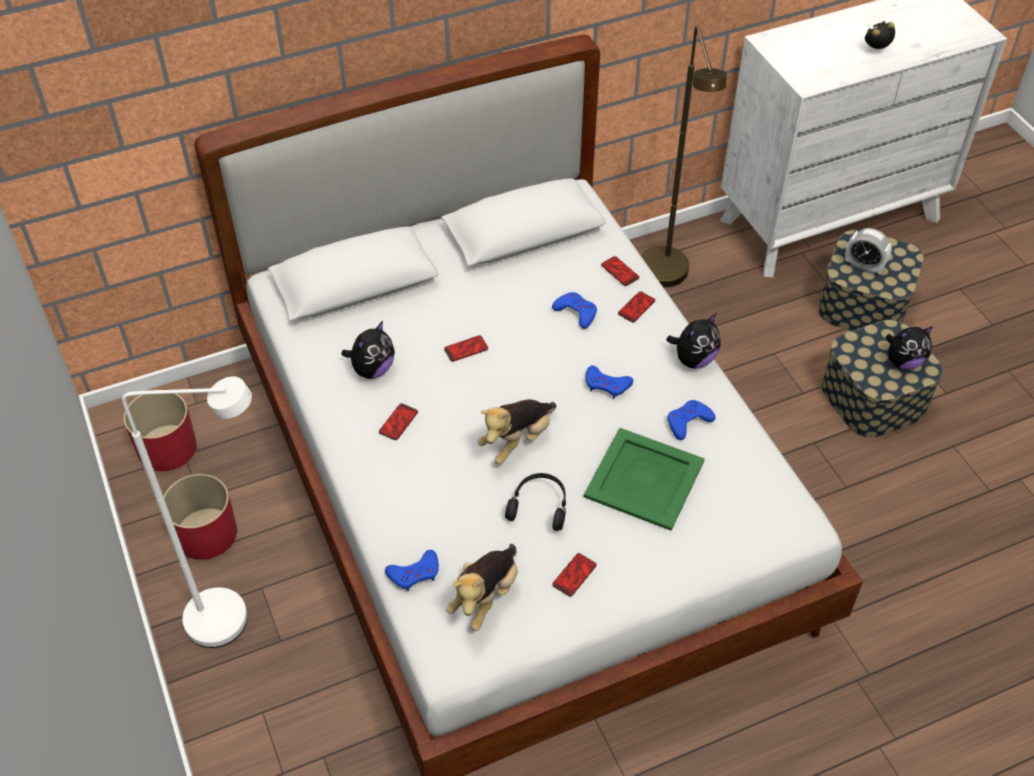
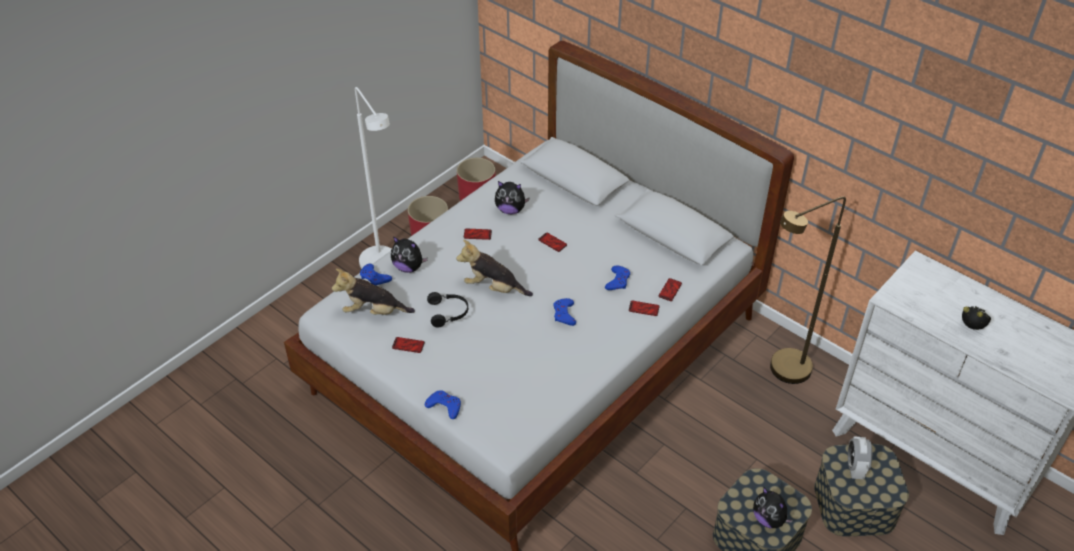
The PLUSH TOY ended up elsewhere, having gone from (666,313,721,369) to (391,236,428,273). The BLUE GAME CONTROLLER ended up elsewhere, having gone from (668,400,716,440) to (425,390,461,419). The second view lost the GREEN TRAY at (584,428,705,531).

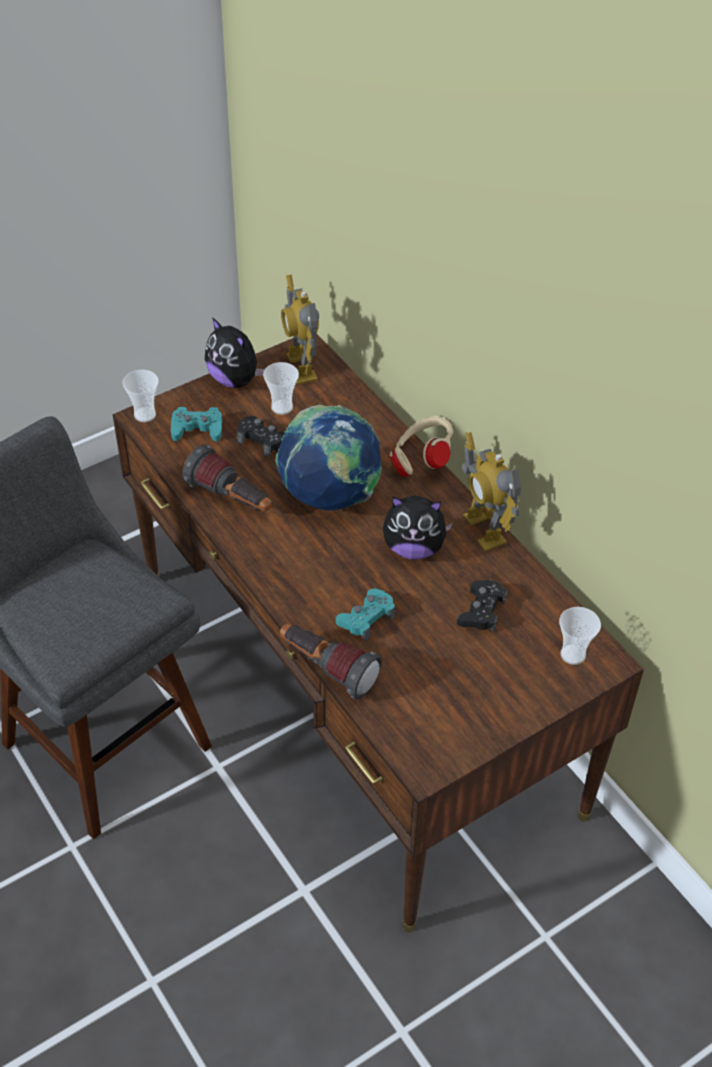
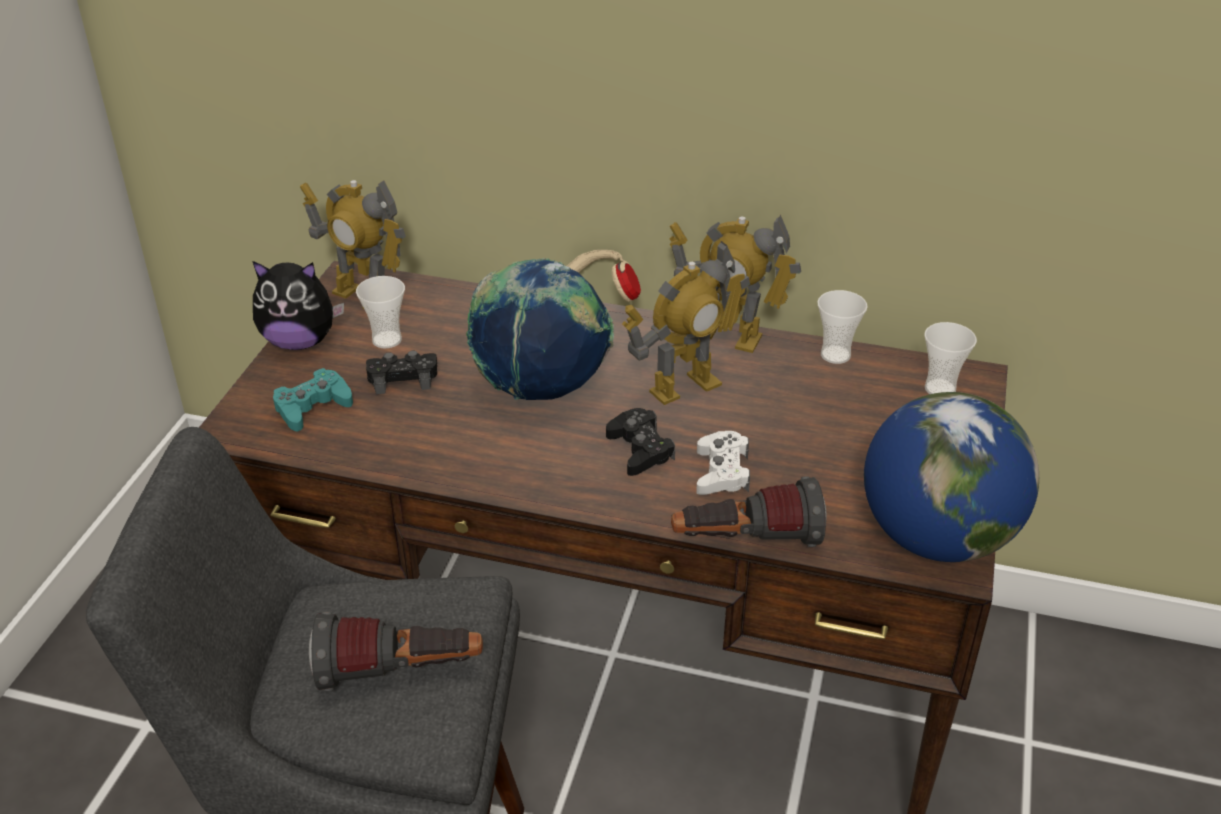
The CUP ended up elsewhere, having gone from (122,370,159,422) to (817,290,868,364). The FLASHLIGHT ended up elsewhere, having gone from (182,445,272,512) to (309,611,483,691). Where the PLUSH TOY stood at (383,496,453,560), the TOY ROBOT came to stand at (622,241,750,405). The BLACK GAME CONTROLLER ended up elsewhere, having gone from (457,580,507,632) to (606,408,675,476). What was the TURQUOISE GAME CONTROLLER at (336,588,395,641) turned into the WHITE GAME CONTROLLER at (696,431,750,495). The second view gained the GLOBE at (864,392,1039,562).

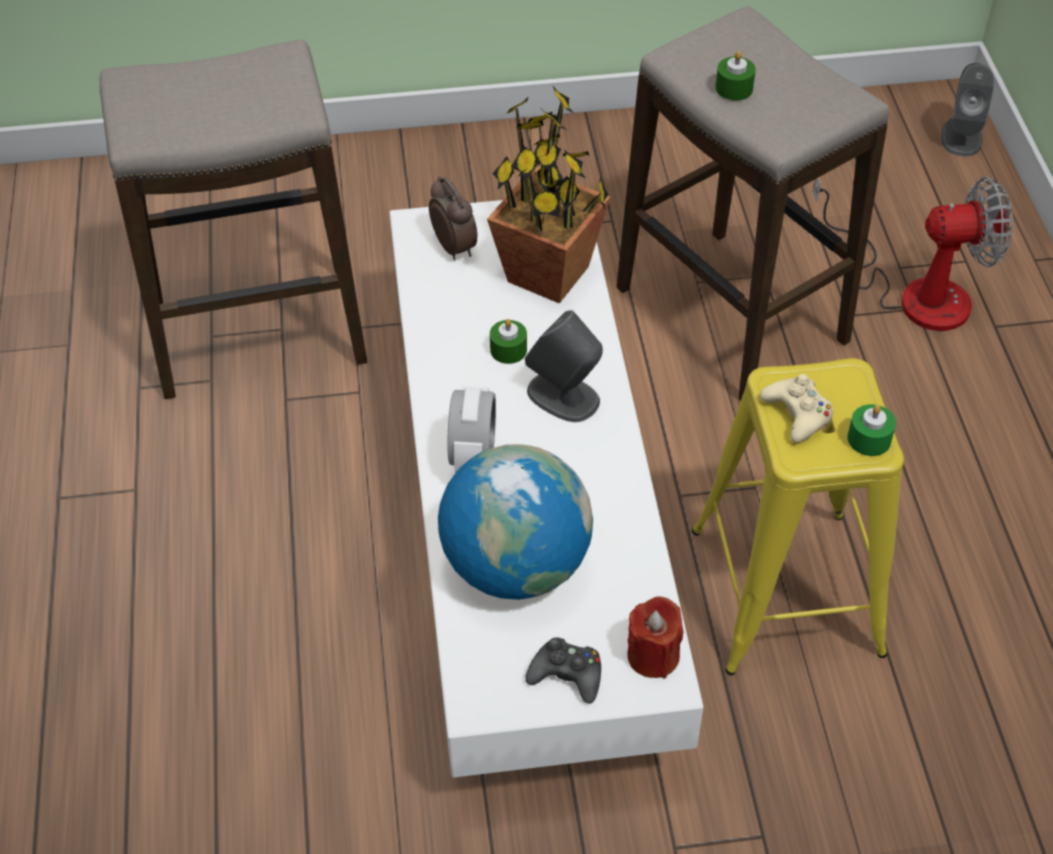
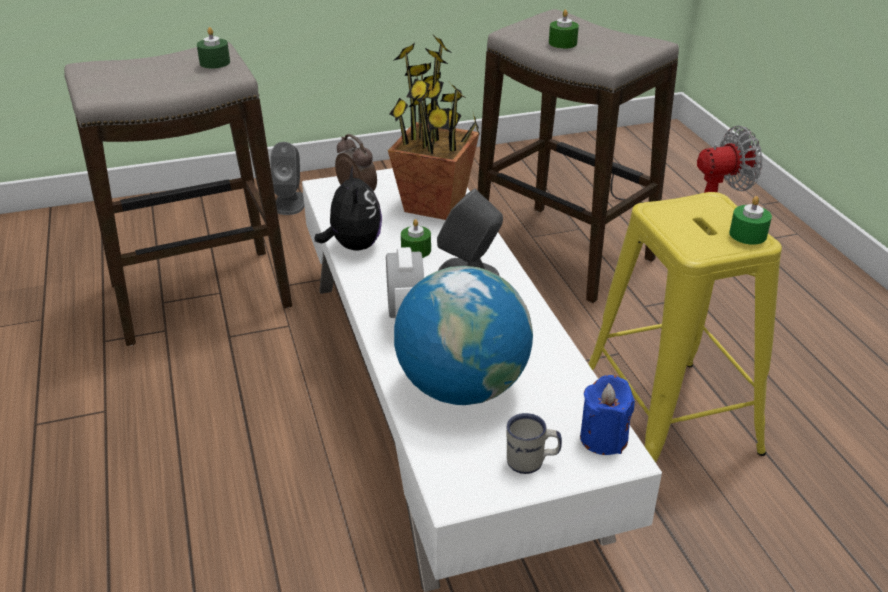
The GREY SPEAKER ended up elsewhere, having gone from (941,63,994,156) to (270,142,304,215). The second view lost the BEIGE GAME CONTROLLER at (760,374,833,443). What was the RED CANDLE at (627,596,684,678) turned into the BLUE CANDLE at (580,375,635,455). Where the BLACK GAME CONTROLLER stood at (525,637,601,704), the WHITE MUG came to stand at (507,413,562,474). The second view gained the GREEN CANDLE at (197,27,230,68). The second view gained the PLUSH TOY at (315,165,382,251).

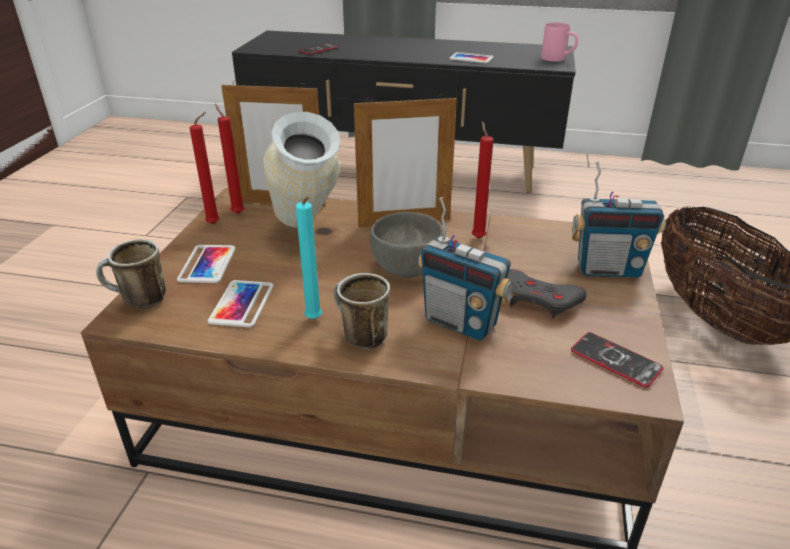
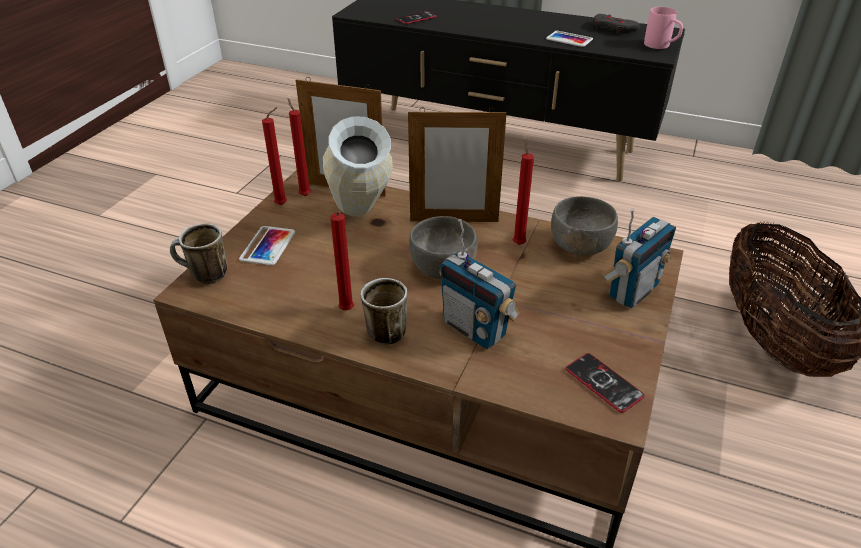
The RADIO at (572,161,666,278) ended up facing another way, 60 degrees counterclockwise from before. What was the TURQUOISE CANDLE at (296,197,322,319) turned into the RED CANDLE at (330,211,354,310). The GREY GAME CONTROLLER ended up elsewhere, having gone from (507,269,587,318) to (594,14,640,35). The second view lost the PHONE at (208,280,274,327). The second view gained the GREY BOWL at (551,196,618,256).

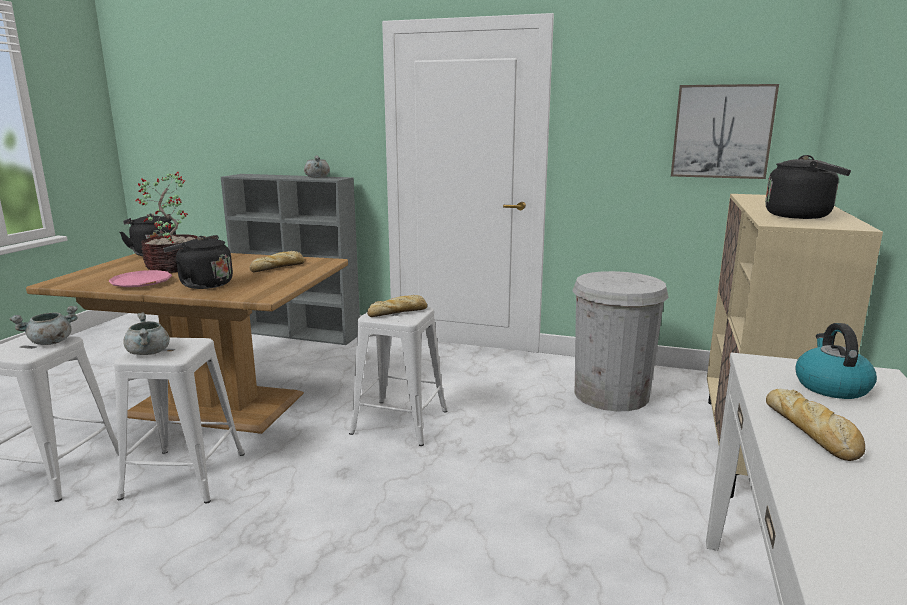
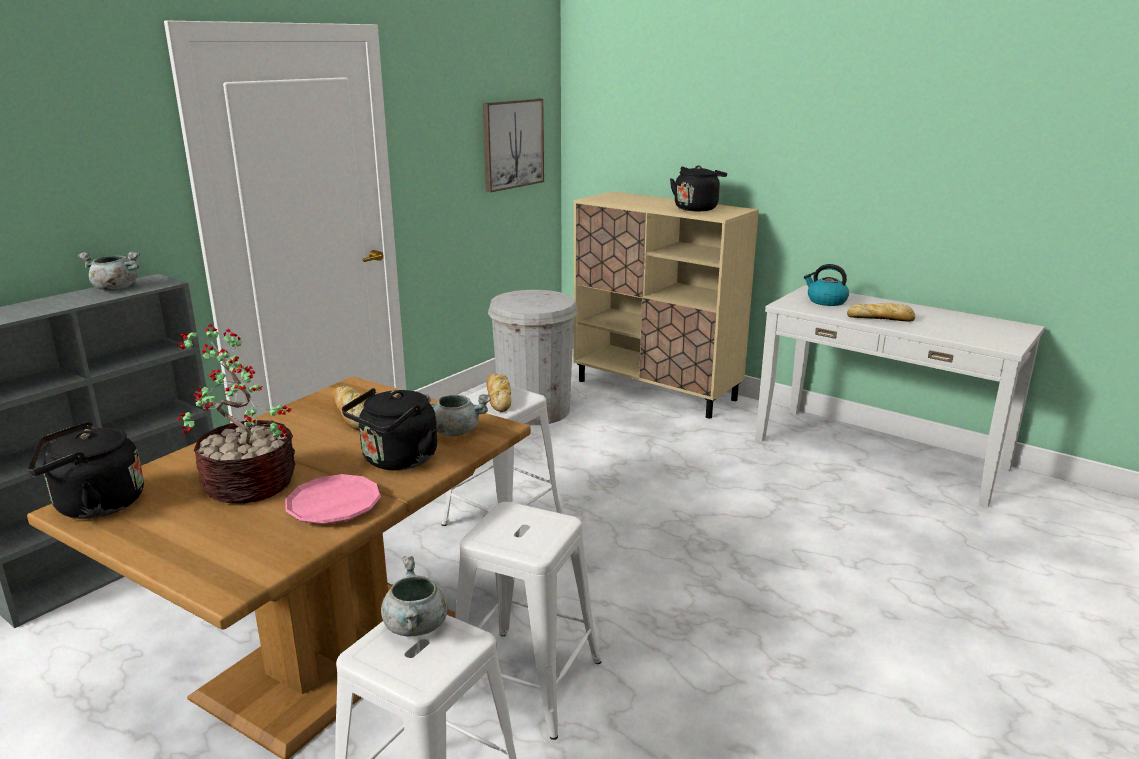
The GREY COOKING POT ended up elsewhere, having gone from (123,313,170,355) to (424,394,491,436).

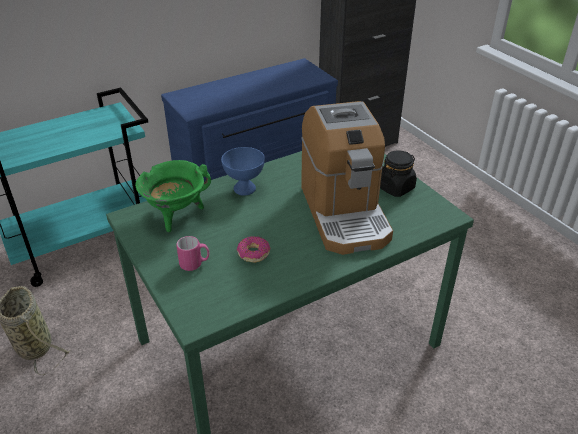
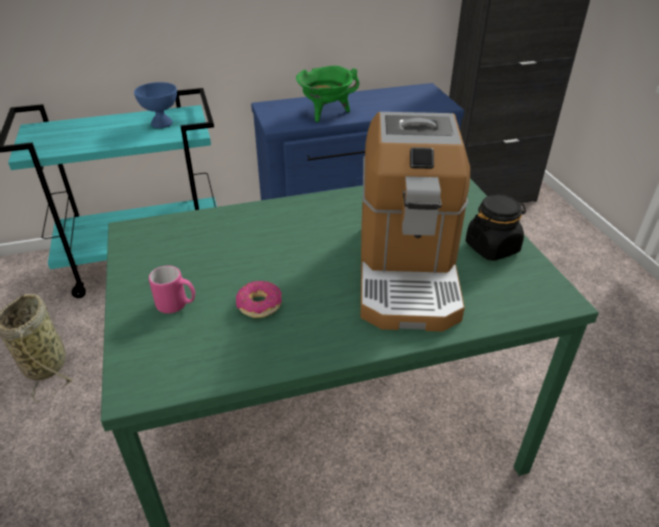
The BLUE BOWL ended up elsewhere, having gone from (221,147,265,196) to (134,82,177,128). The GREEN COOKING POT ended up elsewhere, having gone from (135,160,211,232) to (296,66,359,122).

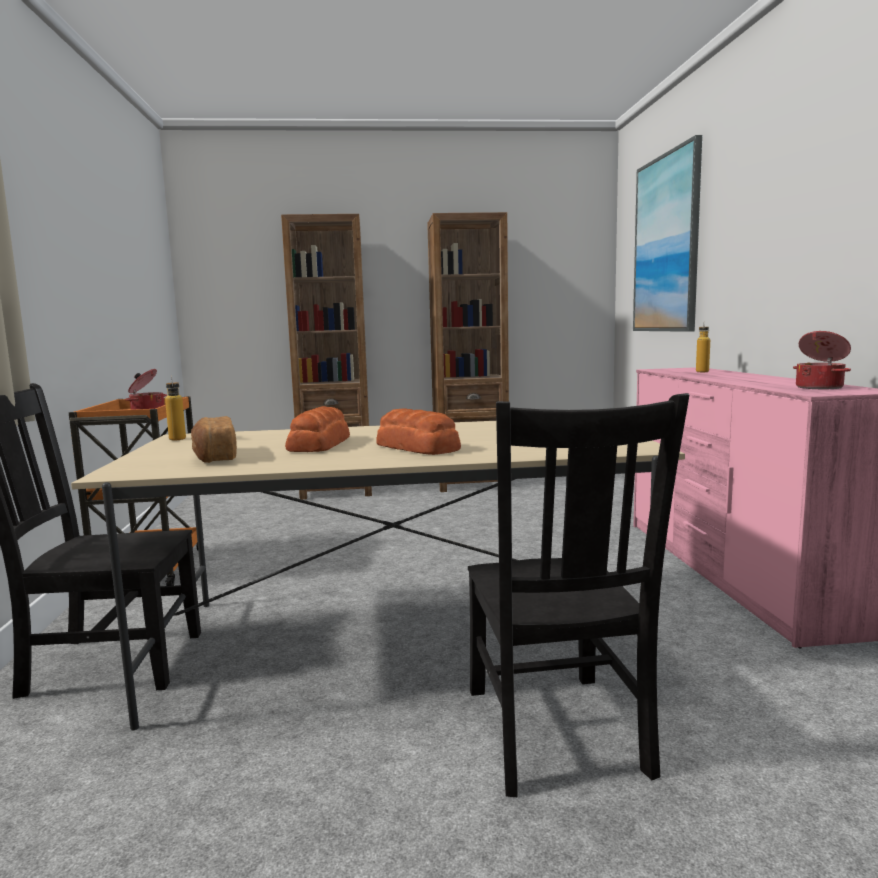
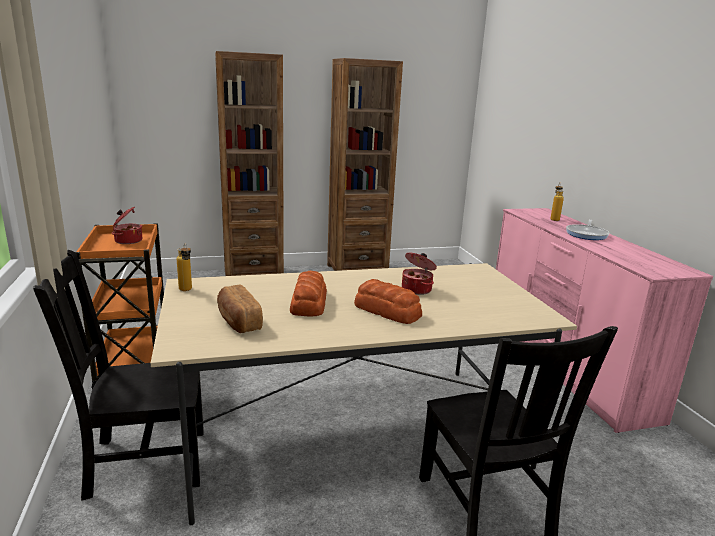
The second view lost the PICTURE at (633,135,702,332). The COOKING POT ended up elsewhere, having gone from (793,331,851,389) to (402,253,437,295). The second view gained the FRYING PAN at (566,220,610,240).

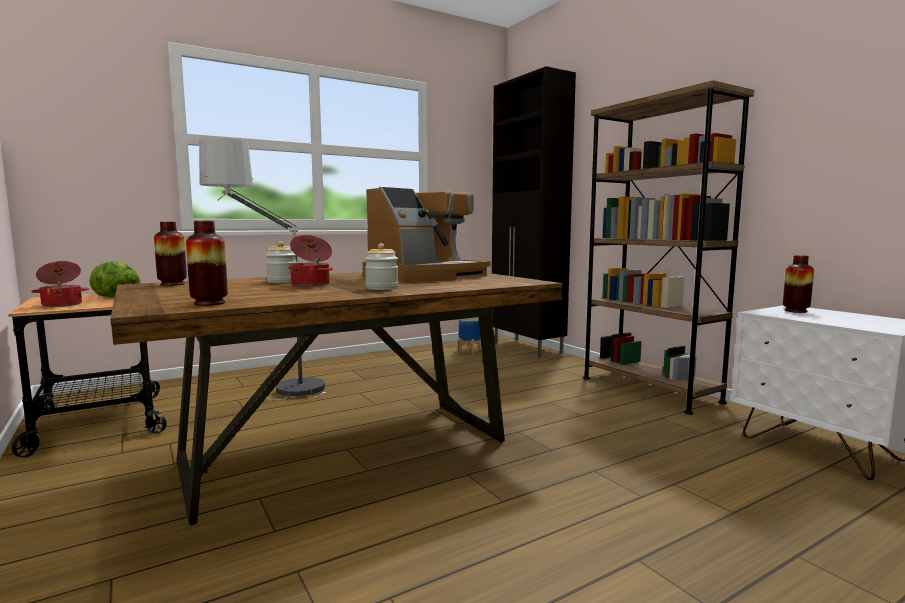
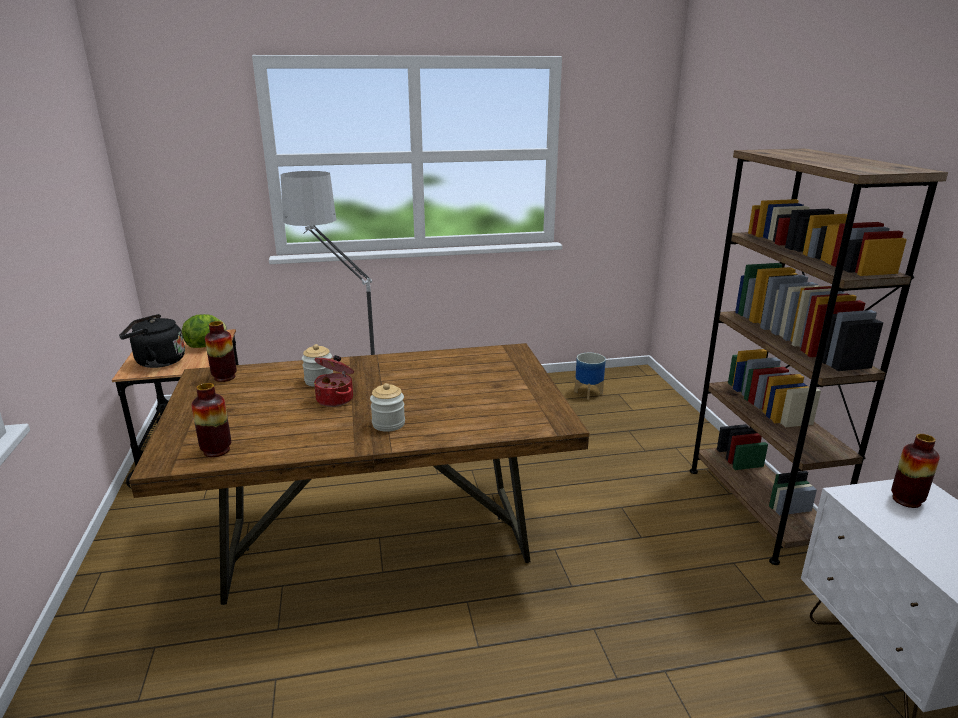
The second view lost the BLACK CABINET at (492,66,576,358). The second view lost the COFFEE MACHINE at (363,187,490,282). Where the COOKING POT stood at (31,261,89,307), the BLACK KETTLE came to stand at (119,314,185,368).

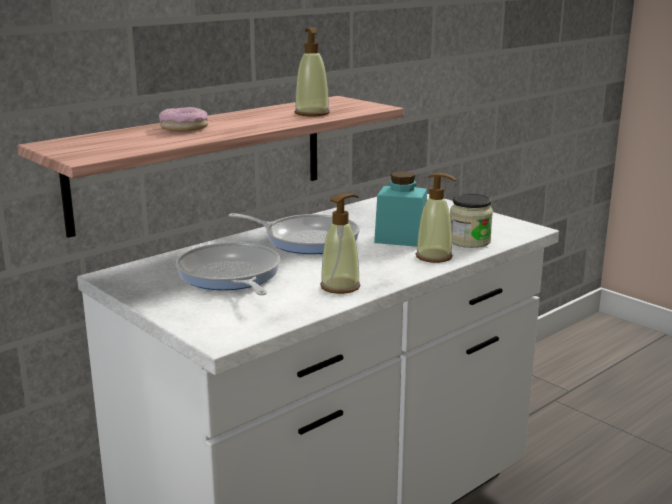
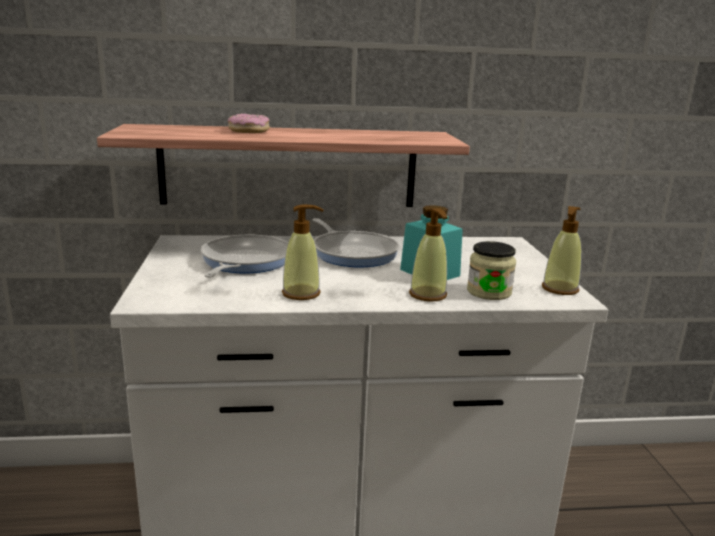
The SOAP DISPENSER ended up elsewhere, having gone from (294,28,330,116) to (542,206,582,295).

